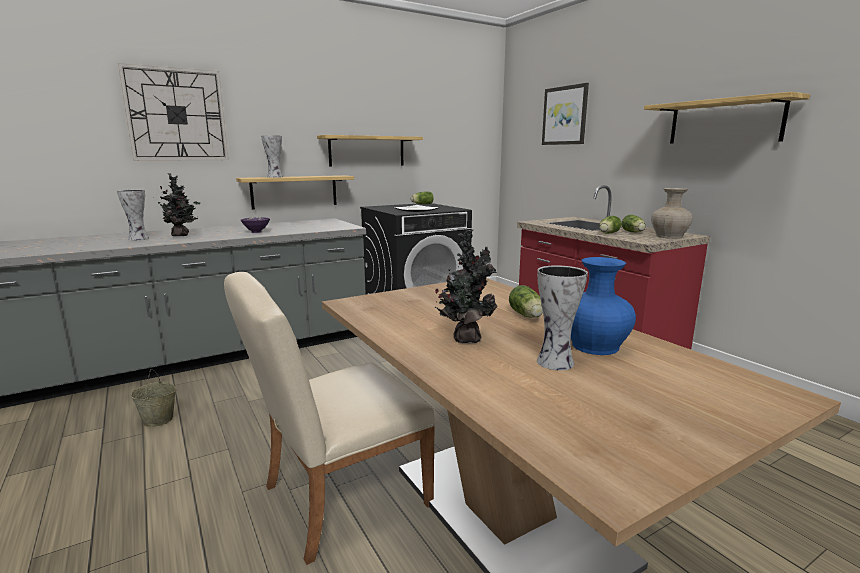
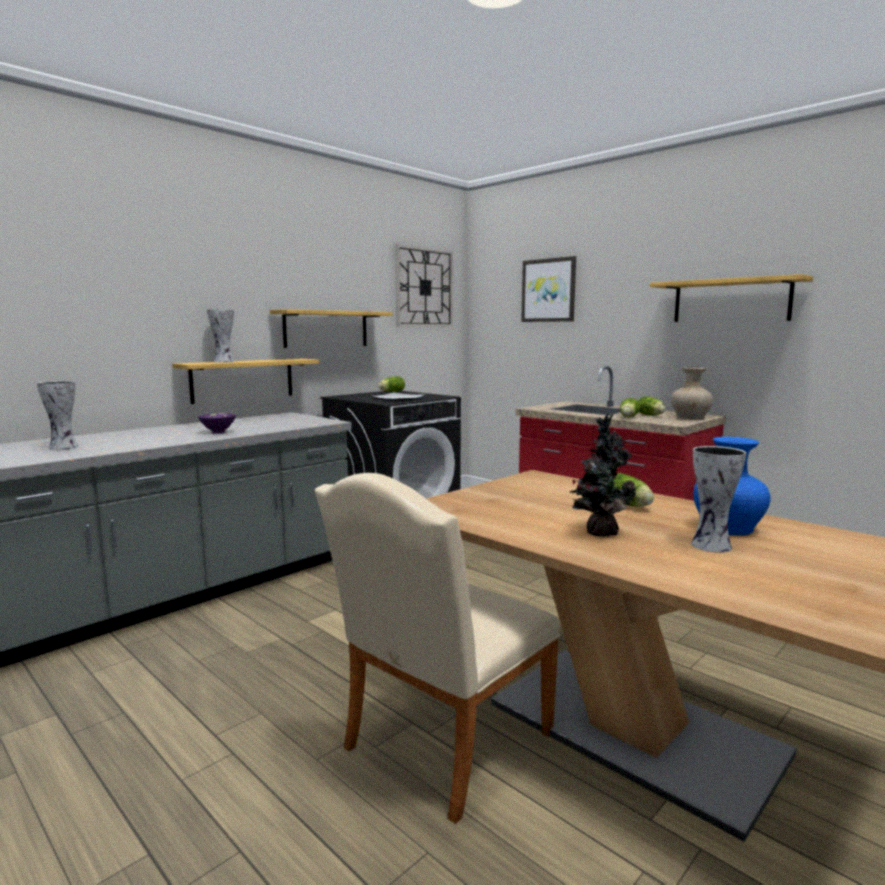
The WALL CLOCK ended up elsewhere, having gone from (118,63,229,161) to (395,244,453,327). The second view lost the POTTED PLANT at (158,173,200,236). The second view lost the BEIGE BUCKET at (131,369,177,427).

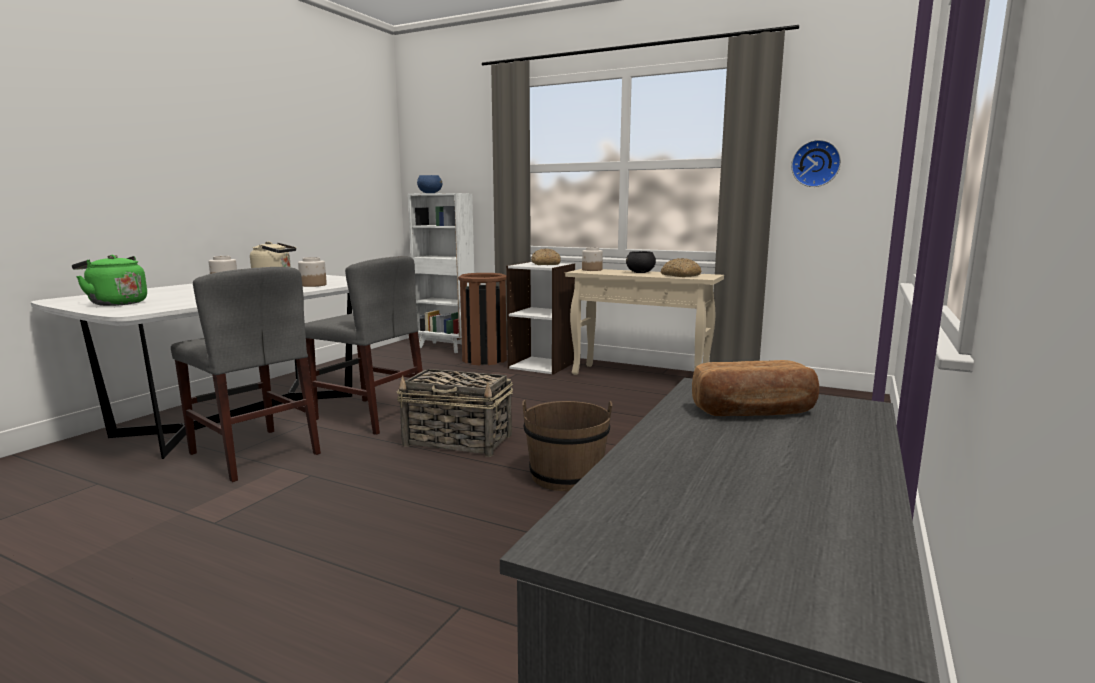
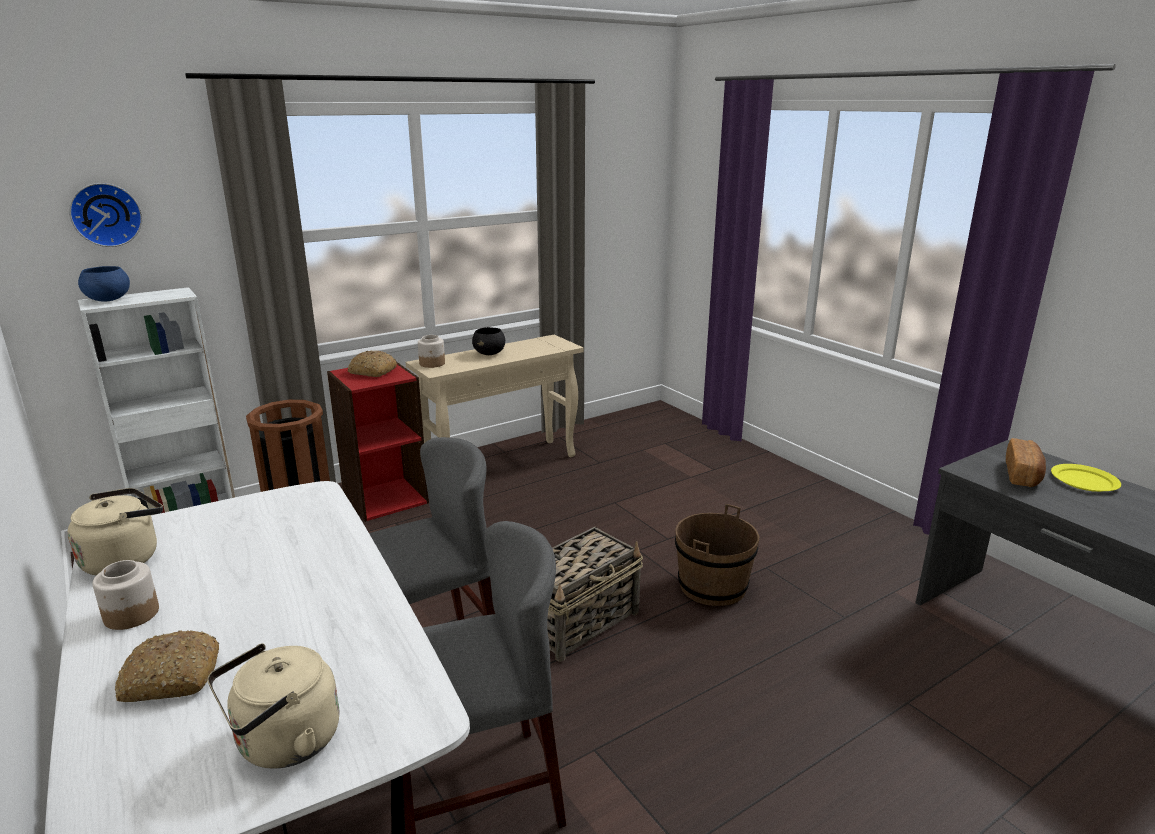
The WALL CLOCK ended up elsewhere, having gone from (791,140,841,187) to (69,183,142,247). What was the GREEN KETTLE at (72,255,147,306) turned into the BEIGE KETTLE at (207,643,340,769). The second view lost the JAR at (298,257,327,287). The BREAD ended up elsewhere, having gone from (661,258,702,277) to (115,630,219,702). What was the WHITE BOOKCASE at (506,262,575,375) turned into the RED BOOKCASE at (327,362,429,522). The second view gained the YELLOW PLATE at (1051,464,1121,492).

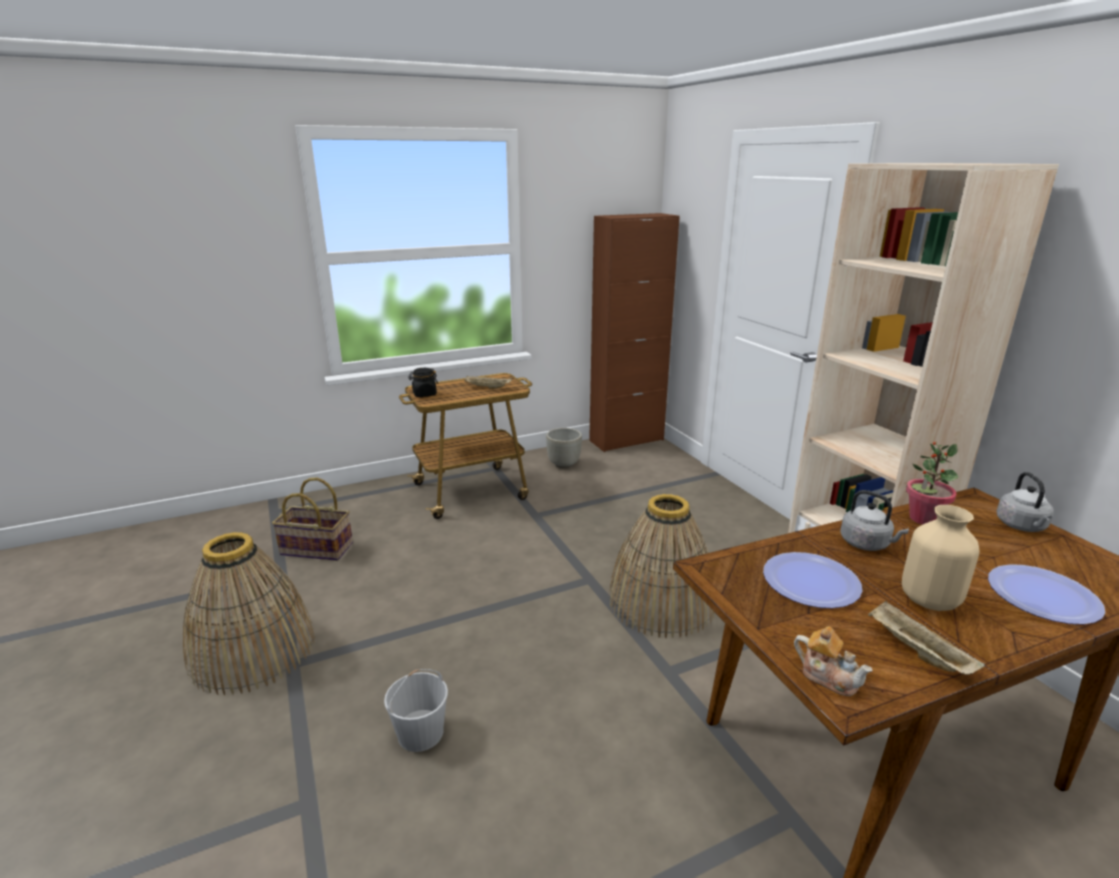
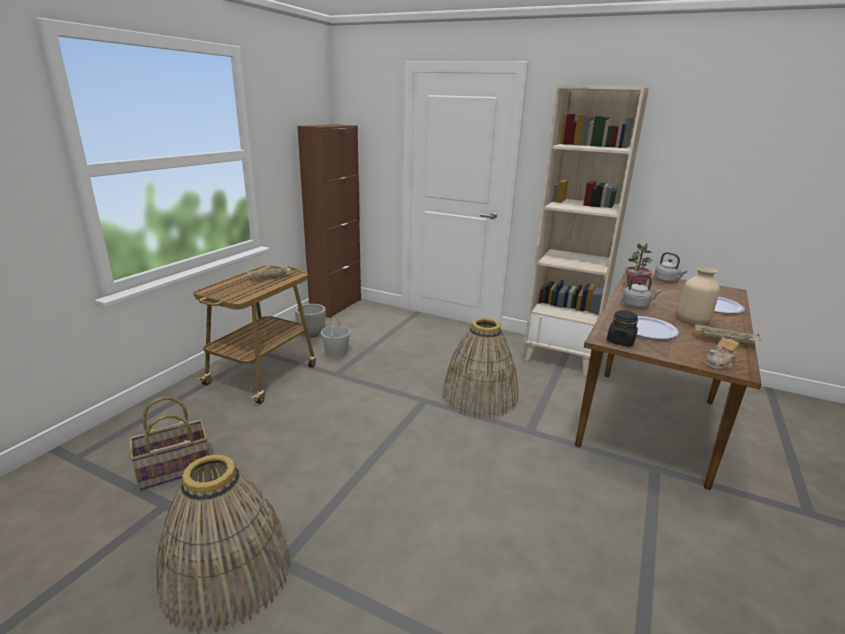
The BLACK JAR ended up elsewhere, having gone from (408,368,438,397) to (607,310,638,347). The TEAPOT at (794,627,873,696) ended up facing another way, 150 degrees clockwise from before. The WHITE BUCKET ended up elsewhere, having gone from (384,669,448,752) to (321,318,351,358).

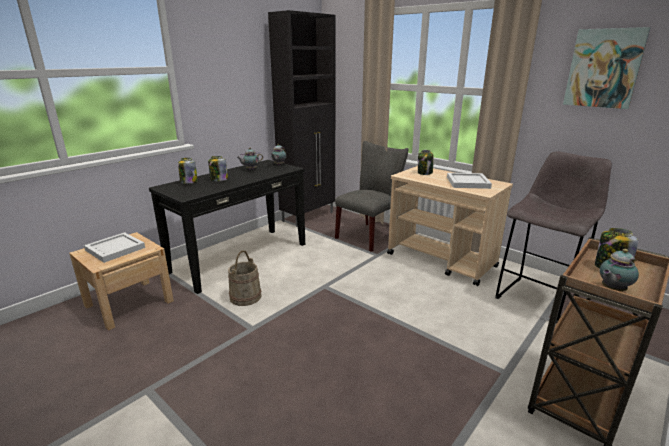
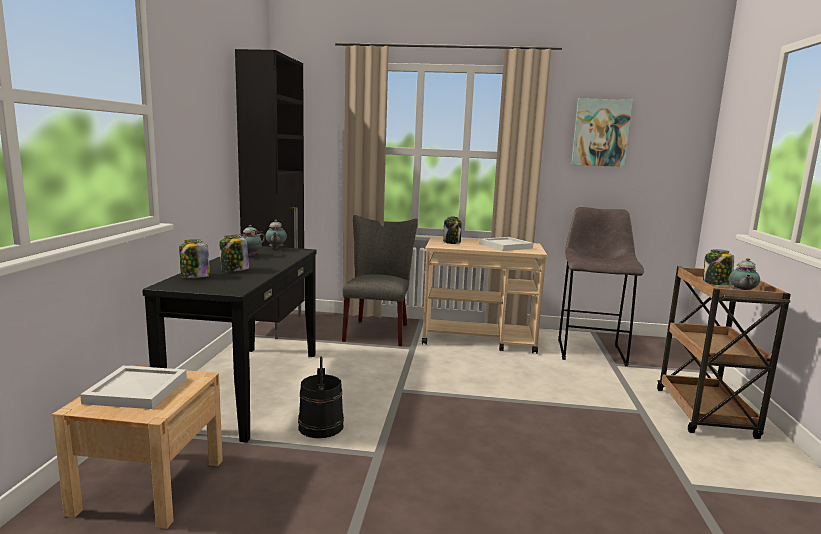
What was the BEIGE BUCKET at (228,250,262,306) turned into the BLACK BUCKET at (298,356,344,438).

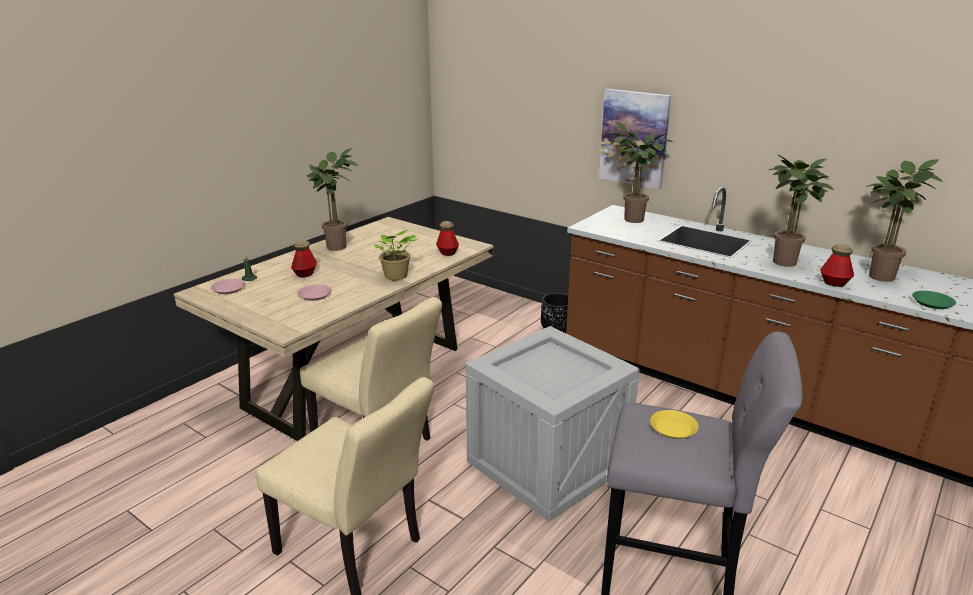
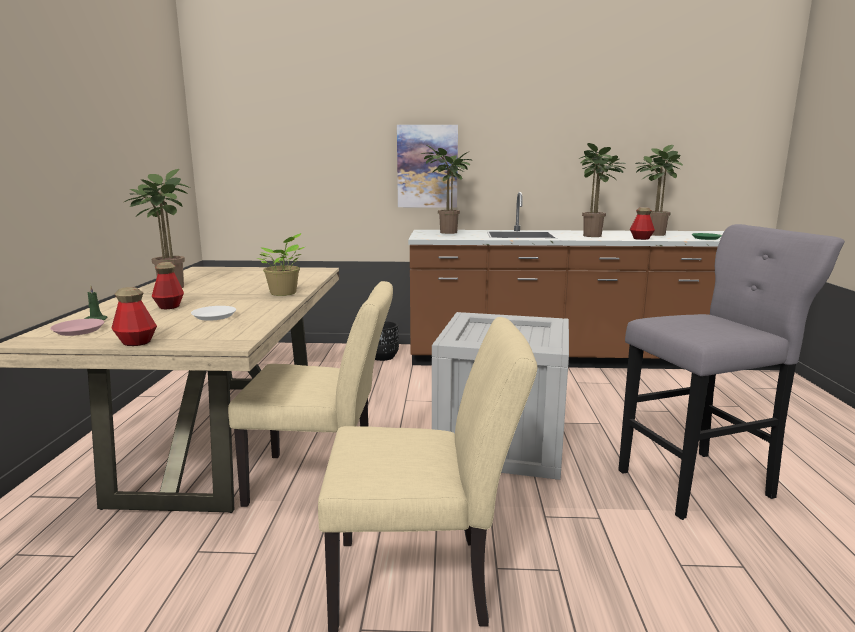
The BOTTLE ended up elsewhere, having gone from (436,221,459,256) to (112,287,157,346). What was the PINK PLATE at (297,284,332,301) turned into the WHITE PLATE at (191,306,236,321). The second view lost the YELLOW PLATE at (650,410,698,439).

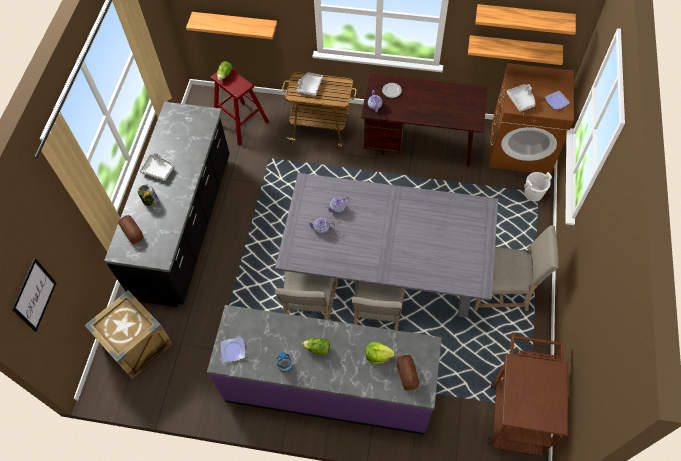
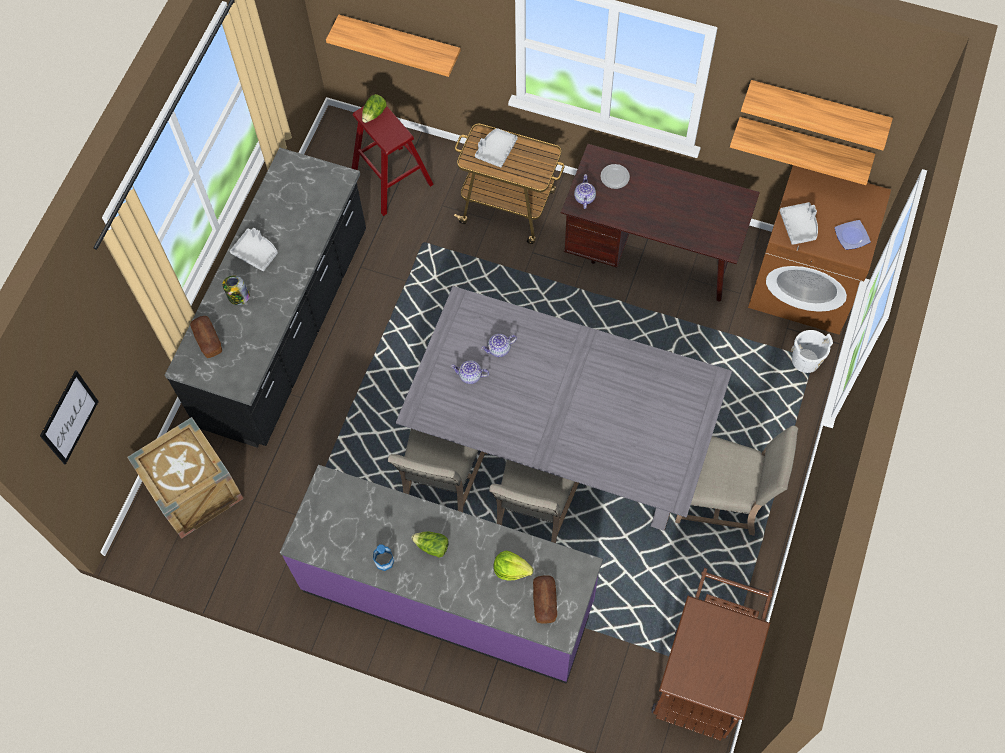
The second view lost the PLATE at (221,337,245,362).

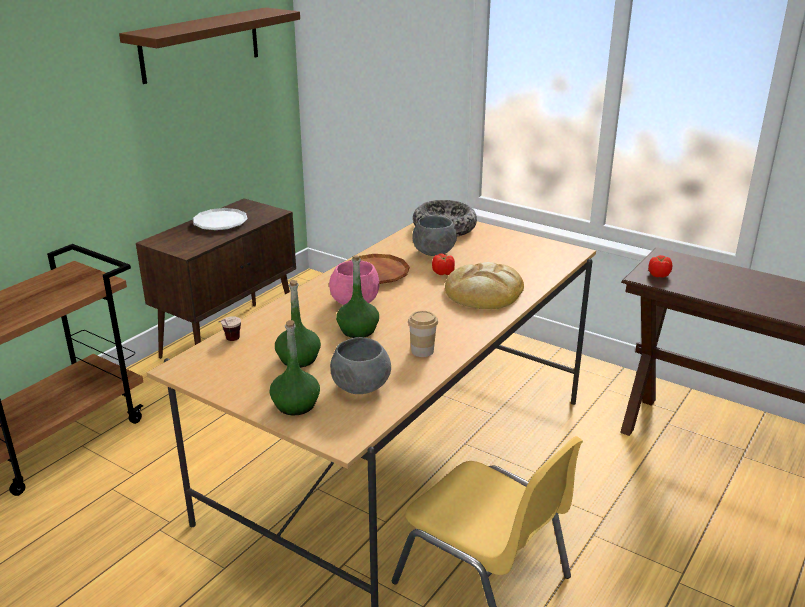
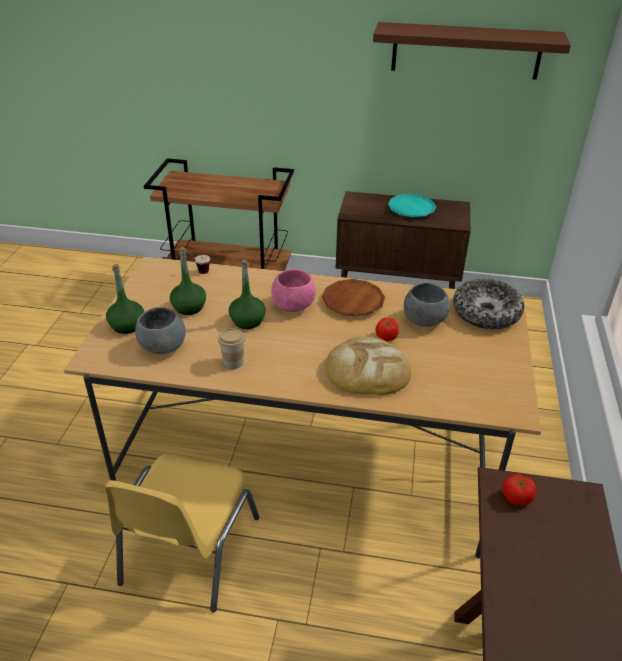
What was the WHITE PLATE at (193,208,248,230) turned into the TURQUOISE PLATE at (388,194,436,217).

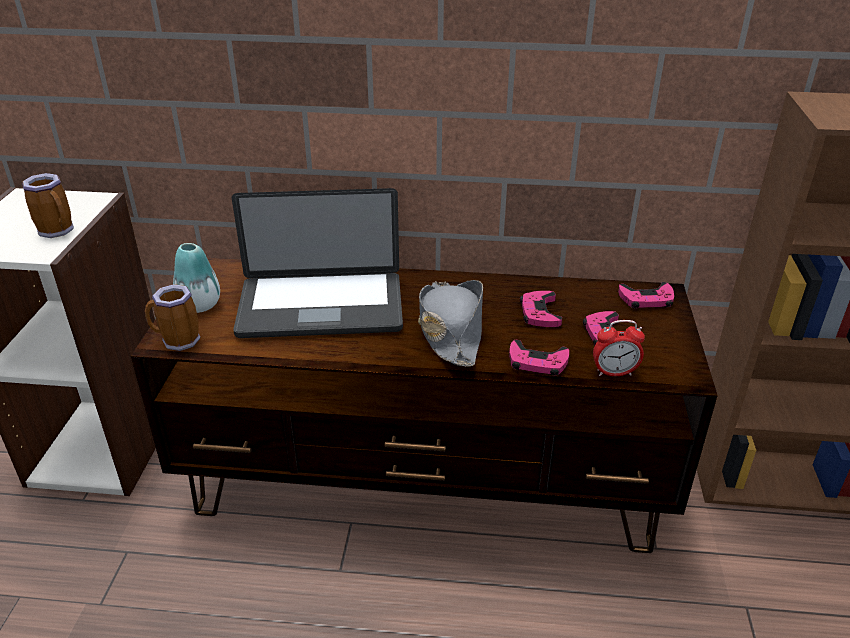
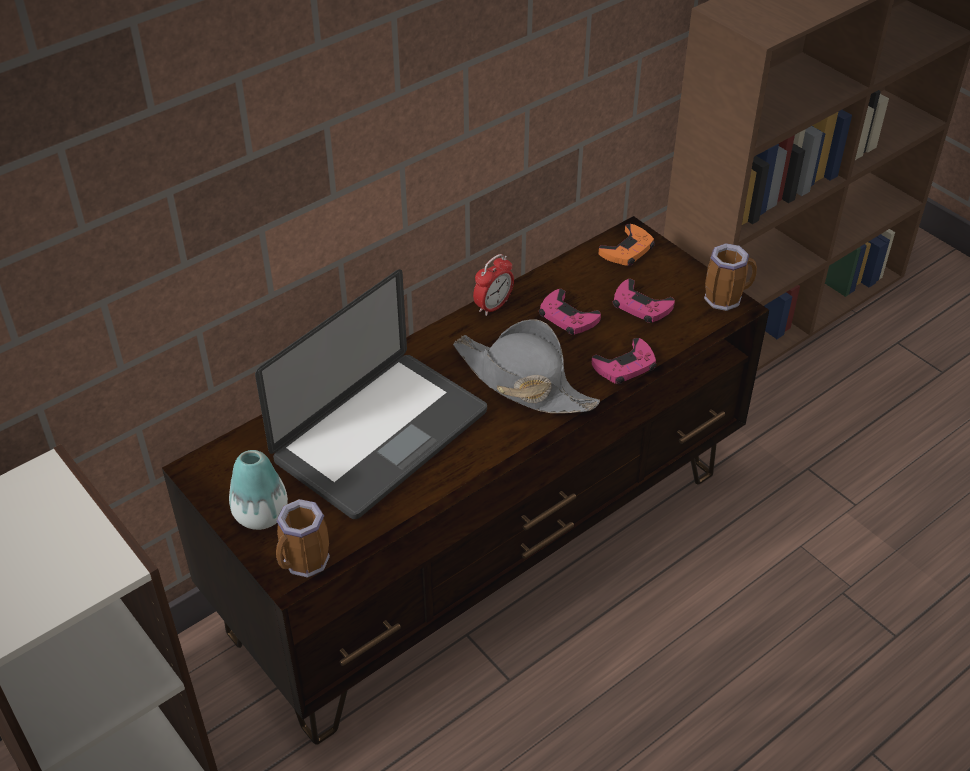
The MUG ended up elsewhere, having gone from (22,173,74,238) to (704,243,757,311). What was the PINK GAME CONTROLLER at (618,282,674,309) turned into the ORANGE GAME CONTROLLER at (599,224,655,266). The ALARM CLOCK ended up elsewhere, having gone from (593,320,645,376) to (473,254,514,316).

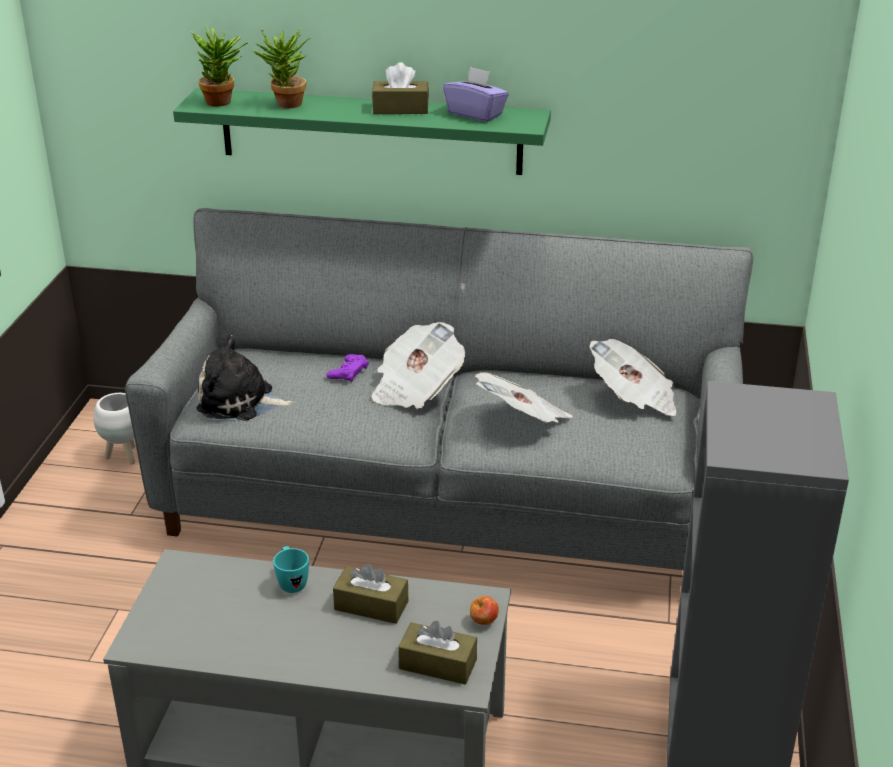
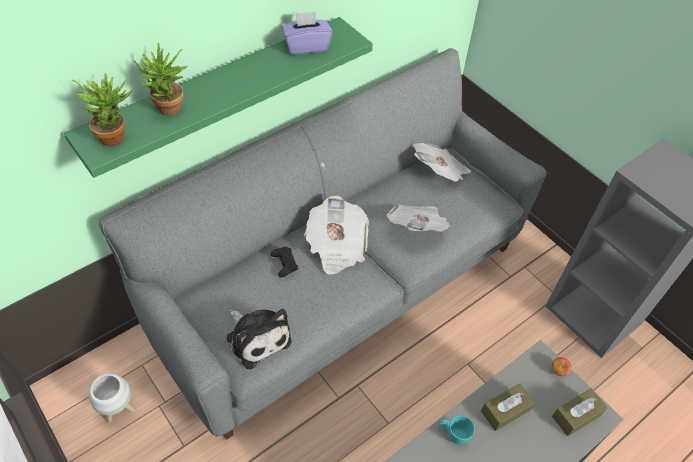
The second view lost the BROWN TISSUE BOX at (372,62,429,114). The PLUSH TOY at (197,335,294,421) ended up facing another way, 90 degrees counterclockwise from before. What was the PURPLE GAME CONTROLLER at (326,354,369,382) turned into the BLACK GAME CONTROLLER at (271,247,298,278).

